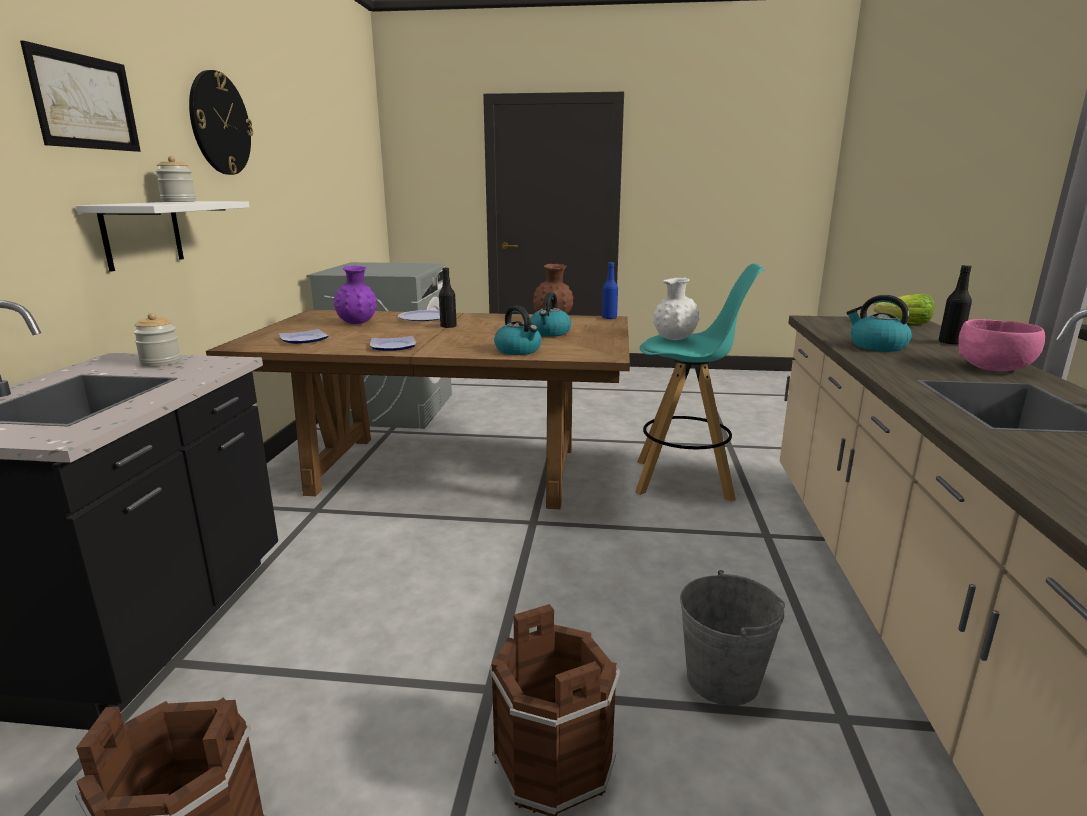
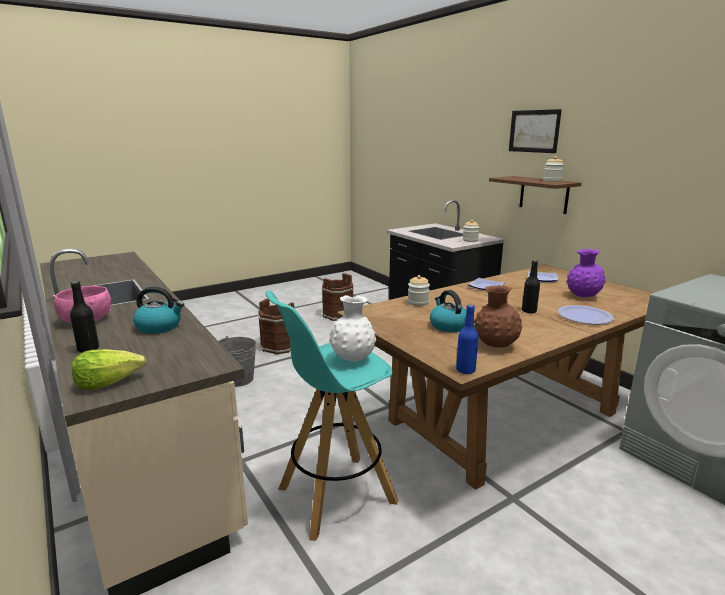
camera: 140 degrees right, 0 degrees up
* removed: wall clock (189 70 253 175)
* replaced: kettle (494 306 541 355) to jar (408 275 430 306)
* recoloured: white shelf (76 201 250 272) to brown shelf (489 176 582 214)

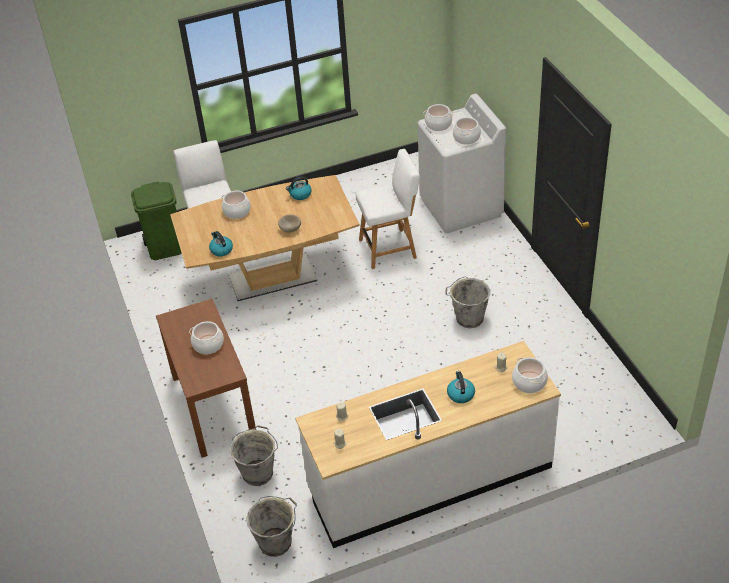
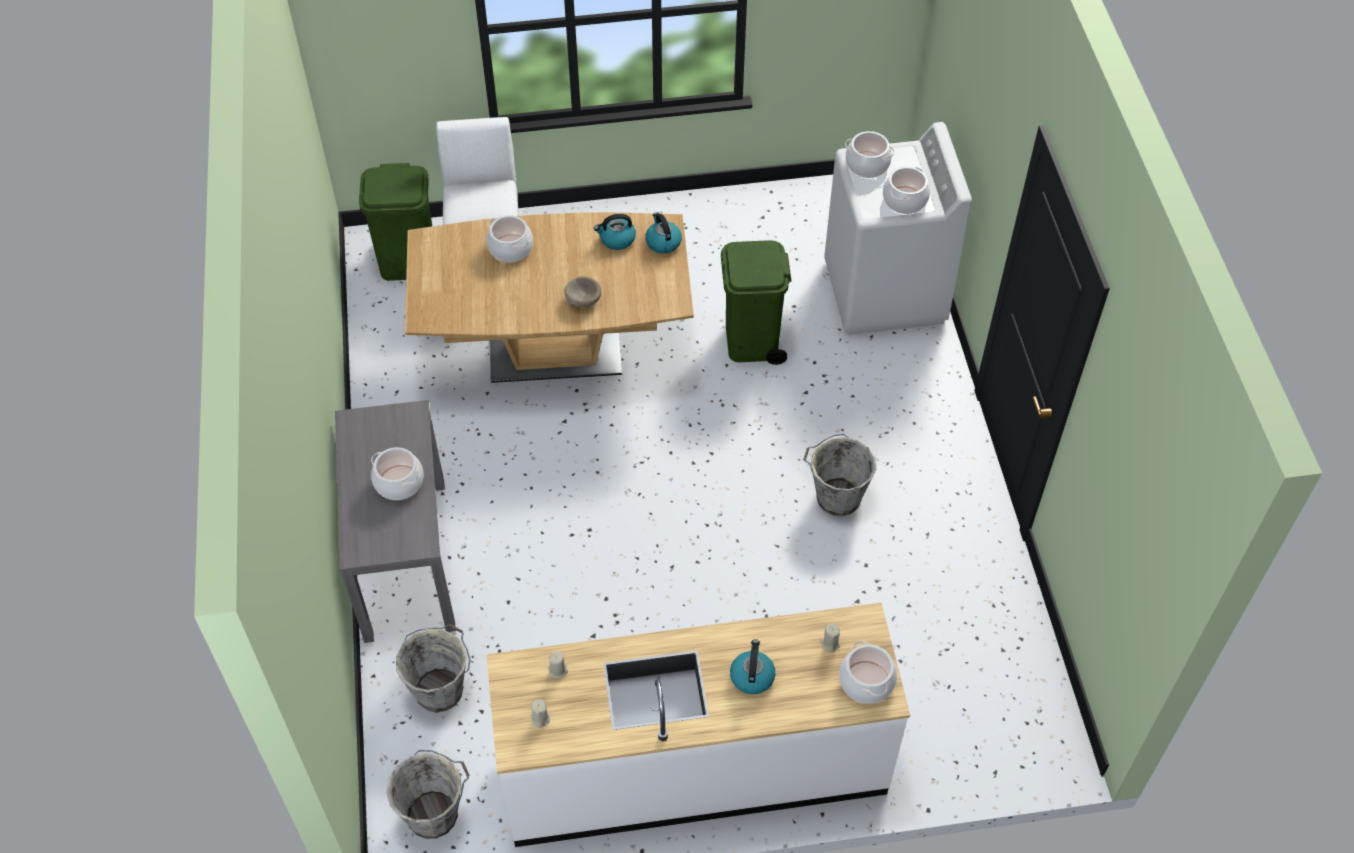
camera: 10 degrees right, 10 degrees up
* moved: kettle (209 231 233 256) to (645 212 682 254)
* replaced: white chair (356 149 420 269) to green trash can (721 240 791 365)
* recoloured: brown console table (156 299 256 458) to grey console table (335 400 456 643)

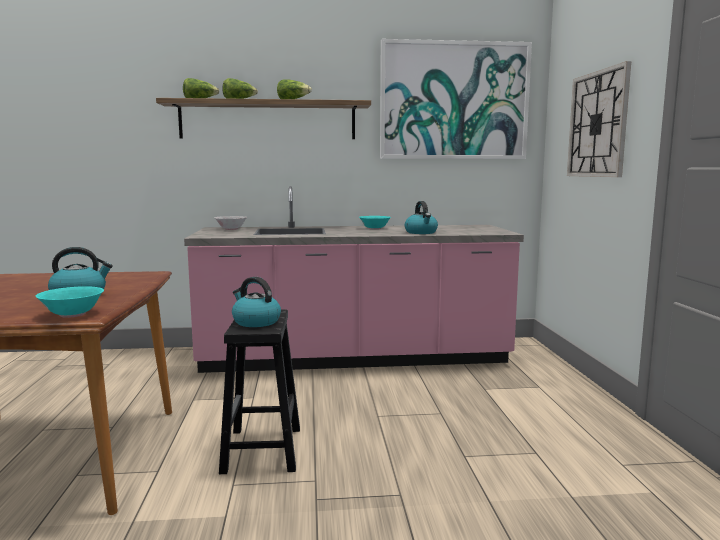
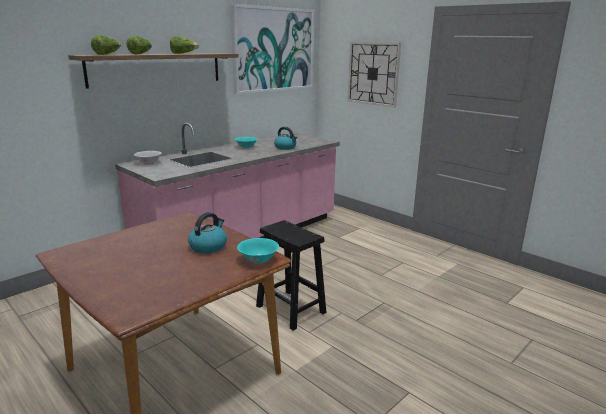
camera: 40 degrees left, 10 degrees up
* removed: kettle (232 277 281 327)

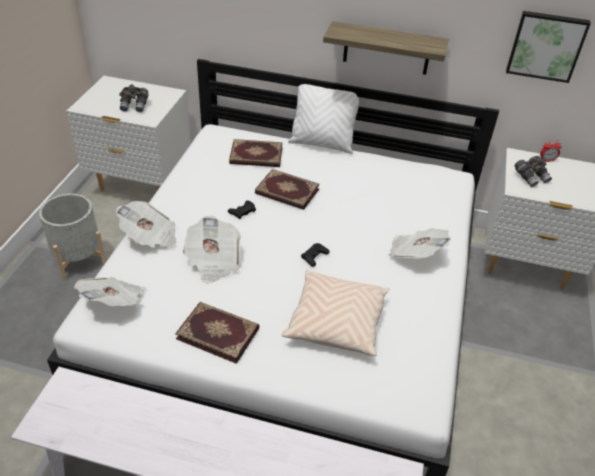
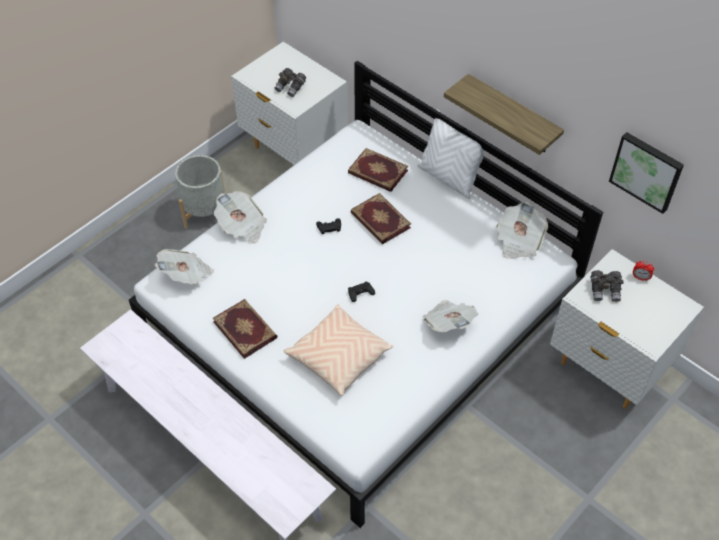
camera: 30 degrees right, 10 degrees up
* moved: newspaper (183 216 241 284) to (497 202 548 259)

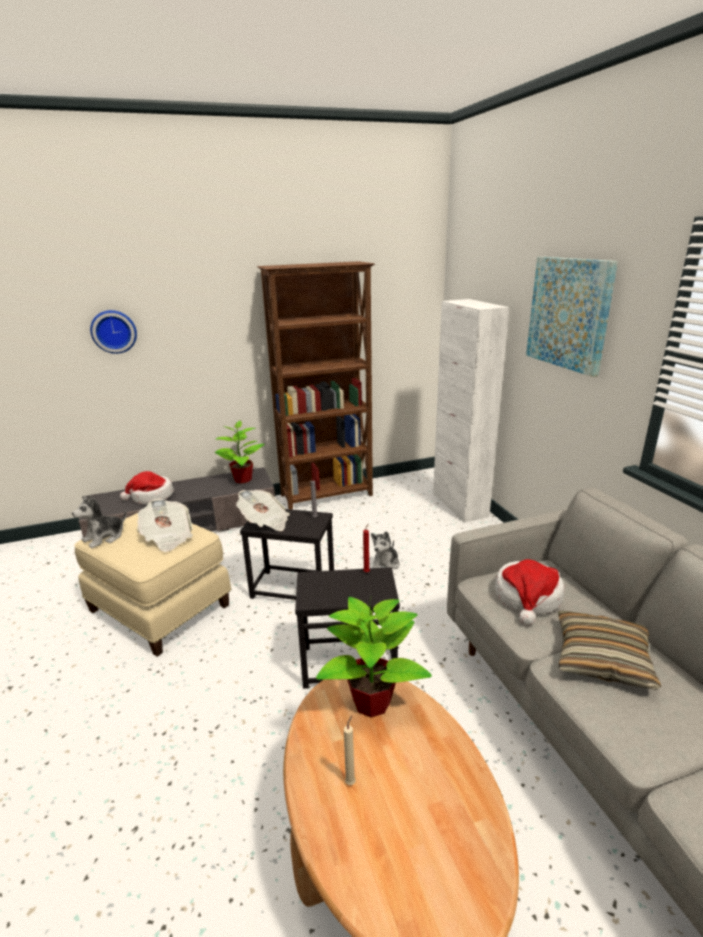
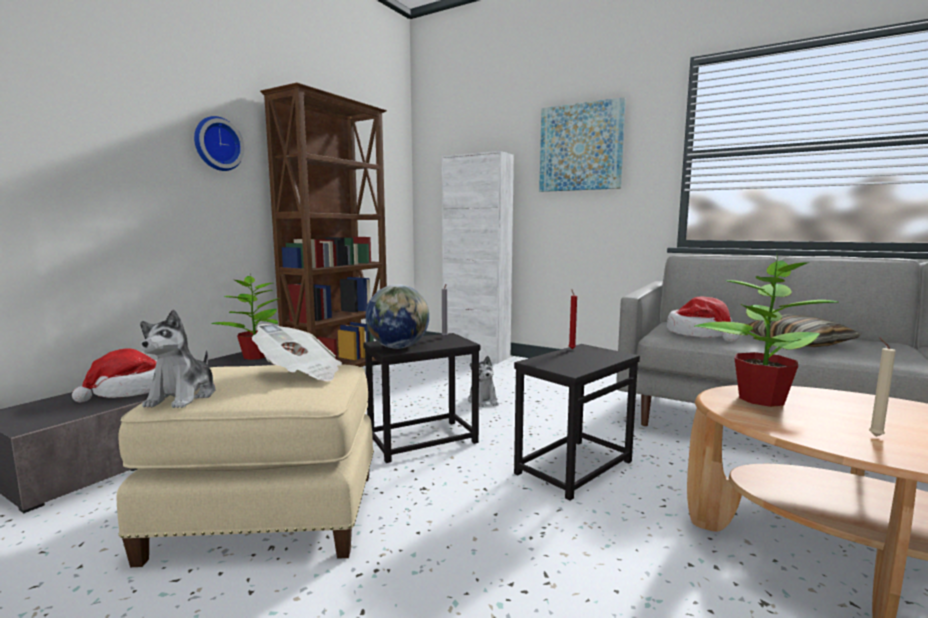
camera: 40 degrees left, 15 degrees down
* moved: wall clock (90 310 137 354) to (194 116 244 171)
* replaced: newspaper (236 490 290 531) to globe (365 284 429 349)

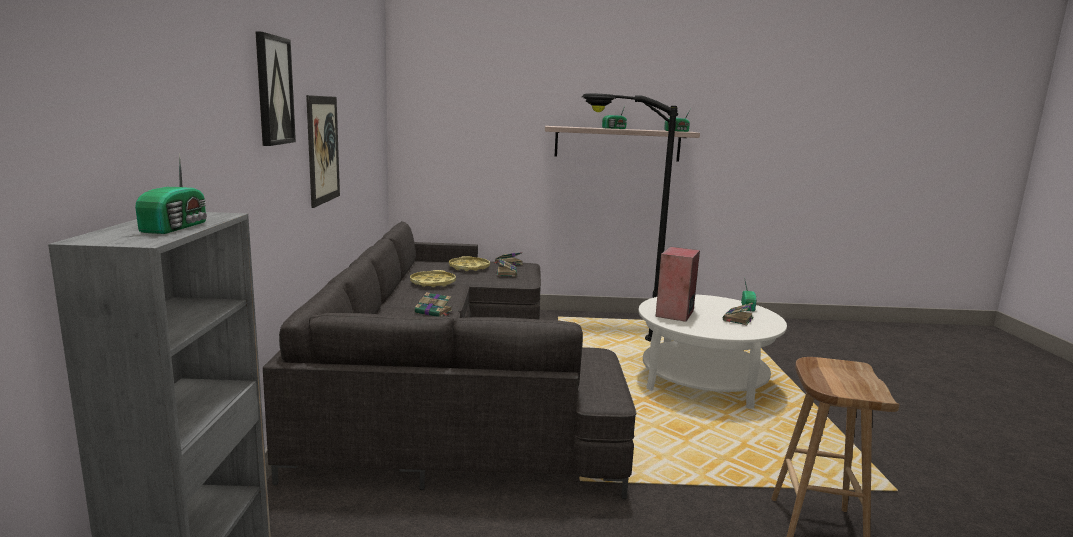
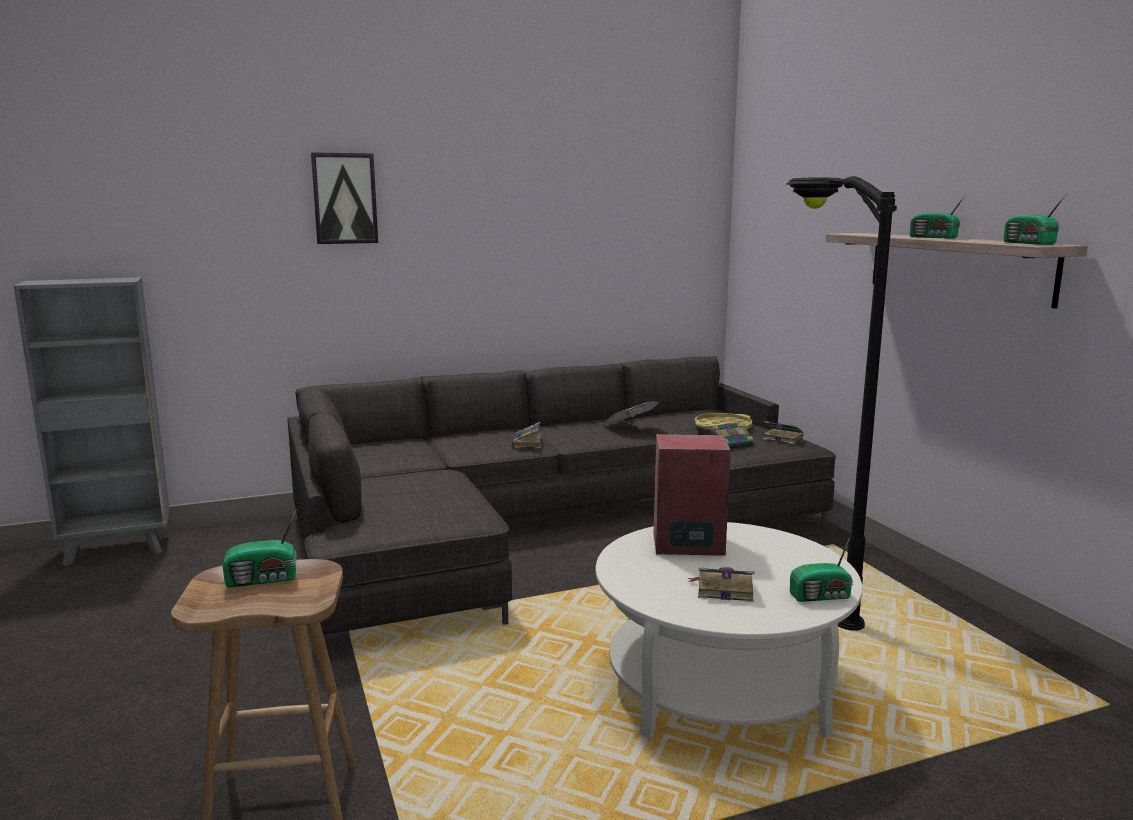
camera: 70 degrees right, 0 degrees up
* removed: picture (306 95 340 208)
* moved: radio (135 153 207 234) to (222 509 297 588)
* replaced: yellow tray (410 270 456 287) to newspaper (603 401 659 423)

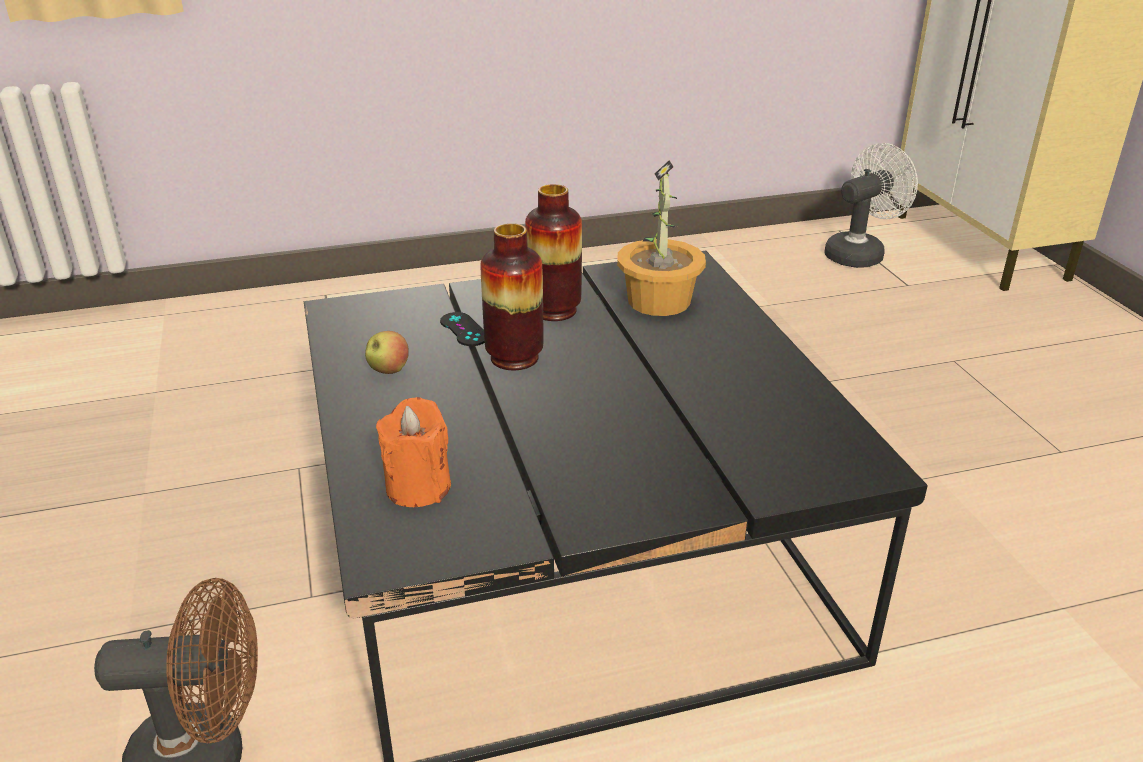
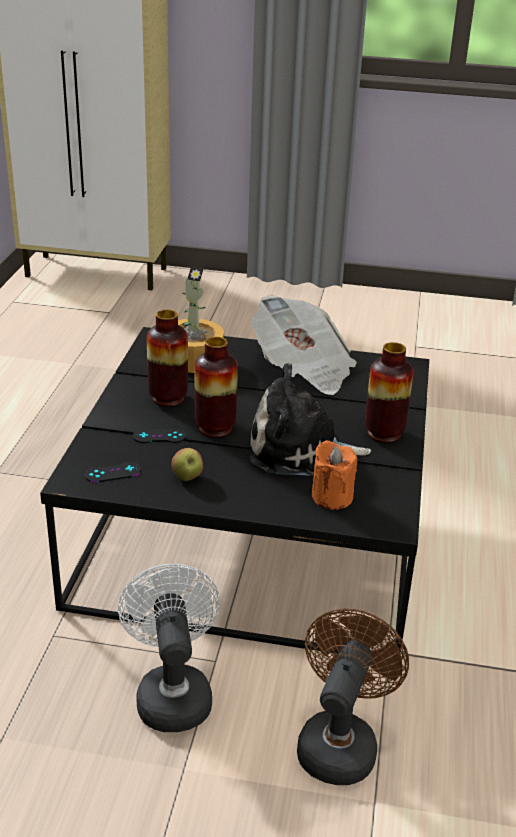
camera: 65 degrees left, 0 degrees up
* added: black game controller (85 462 141 483)
* added: plush toy (250 363 371 476)
* added: newspaper (251 295 357 395)
* added: vase (365 342 413 443)
* moved: white fan (824 143 918 268) to (118 564 220 732)

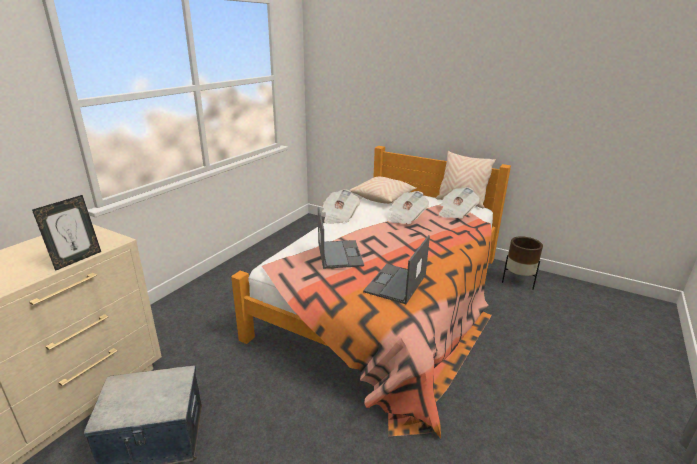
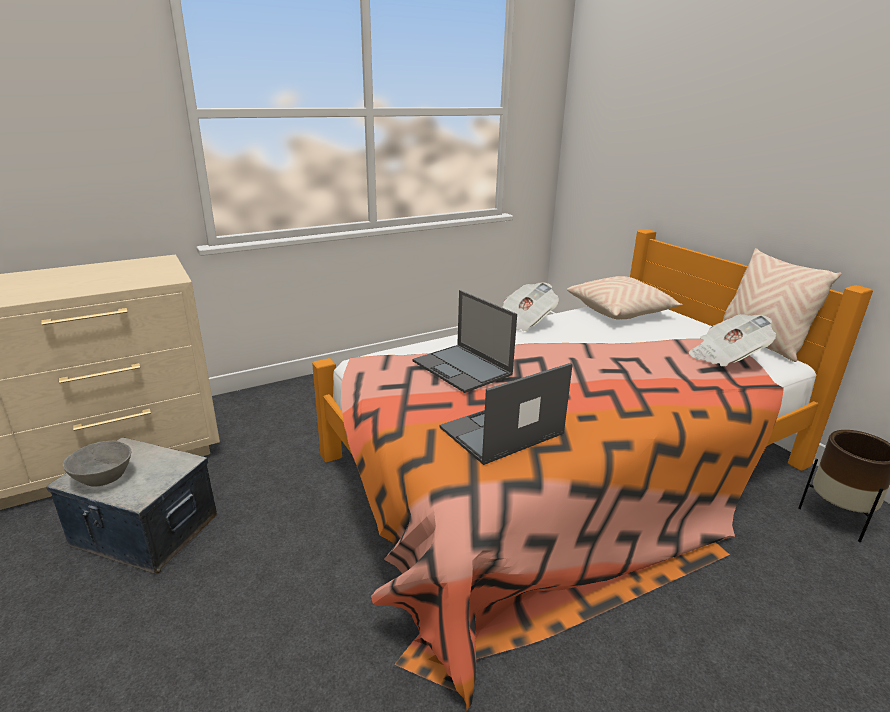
camera: 30 degrees right, 0 degrees up
* removed: picture frame (32 195 101 271)
* removed: newspaper (387 191 429 224)
* added: grey bowl (63 441 131 486)
* turned: laptop (318 207 364 269) = (412 290 517 393) 120 degrees clockwise

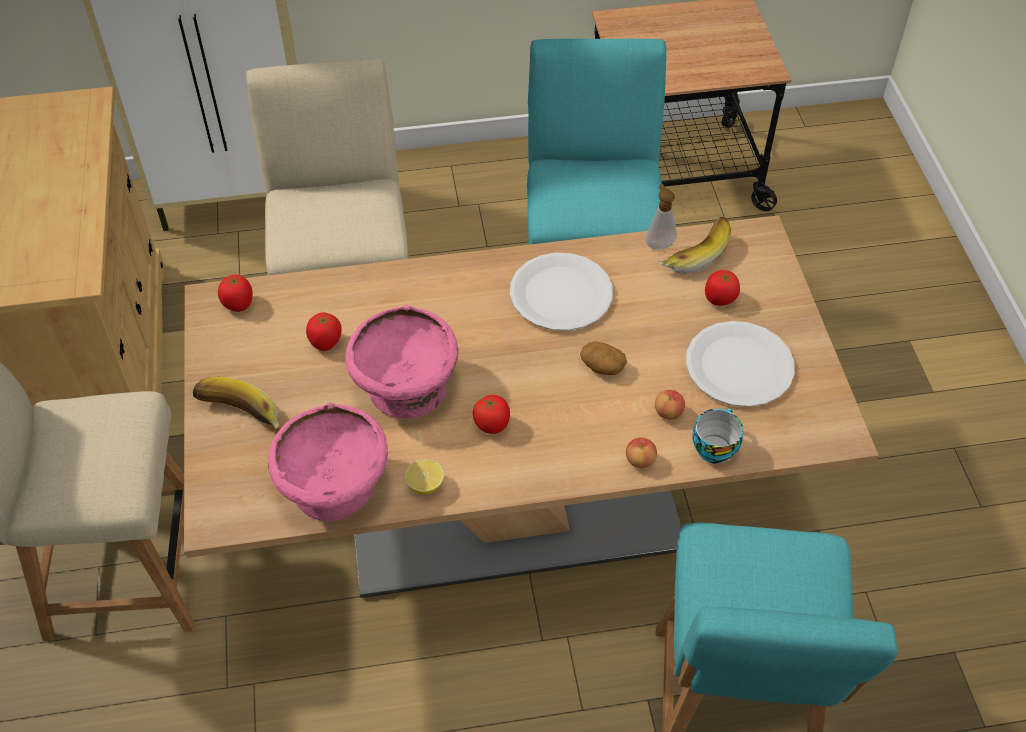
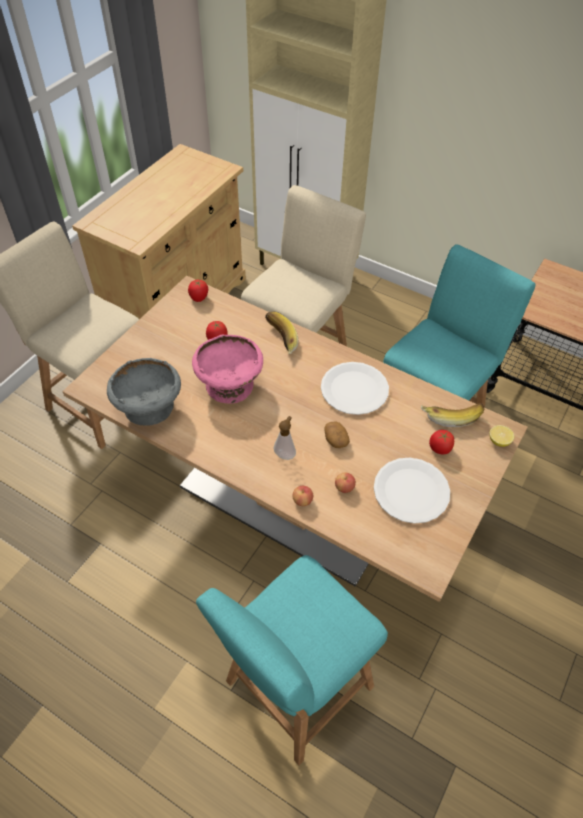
camera: 40 degrees right, 0 degrees up
* removed: tomato (473 394 510 434)
* removed: cup (692 408 743 464)
* moved: banana (193 377 280 428) to (265 312 298 354)
* moved: lemon (405 459 444 494) to (489 425 514 447)
* moved: soap dispenser (645 184 677 250) to (274 416 296 460)
* recoloured: pink bowl (268 403 388 521) to grey bowl (107 358 181 426)

